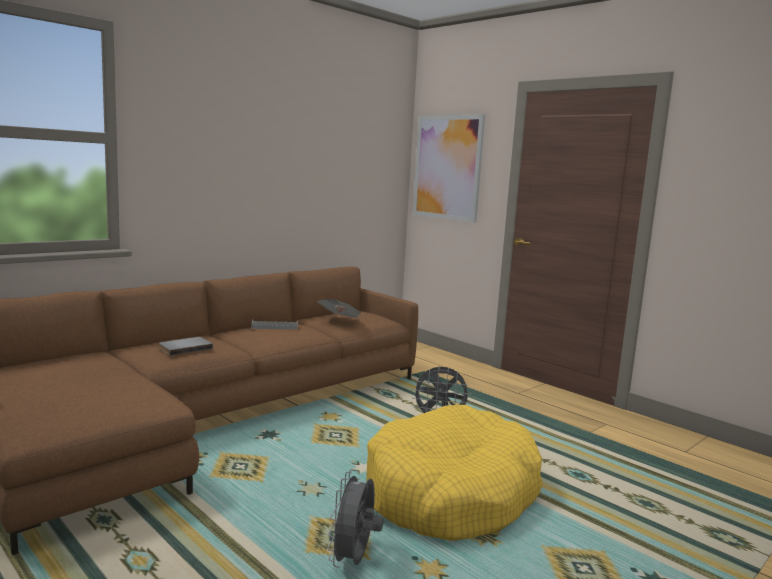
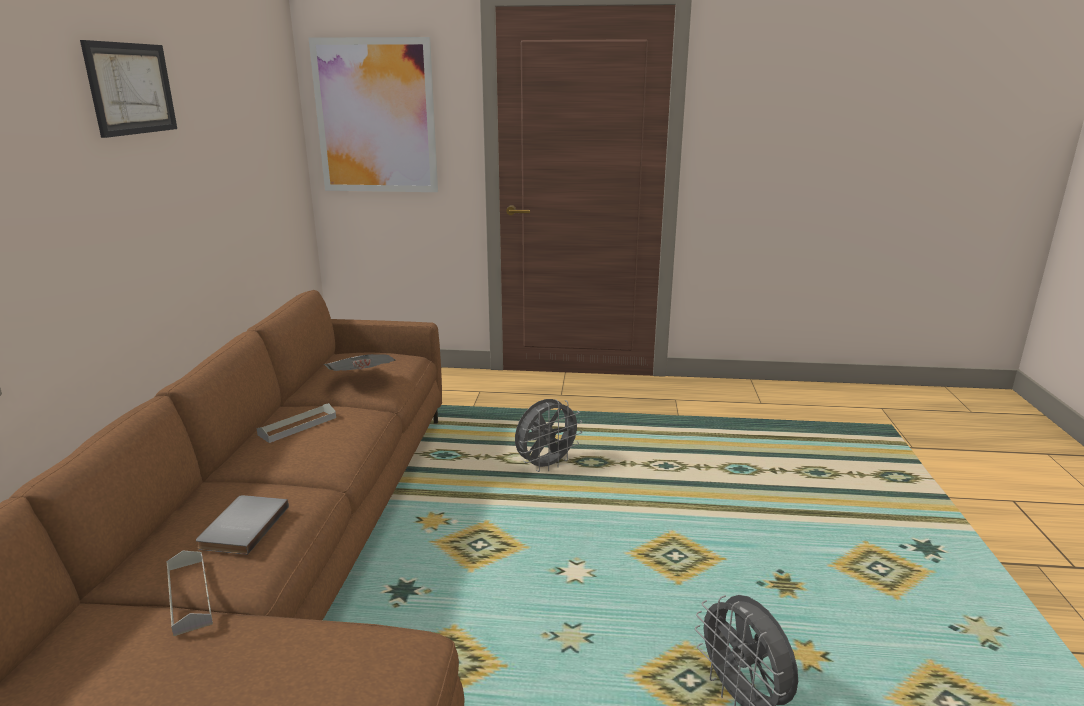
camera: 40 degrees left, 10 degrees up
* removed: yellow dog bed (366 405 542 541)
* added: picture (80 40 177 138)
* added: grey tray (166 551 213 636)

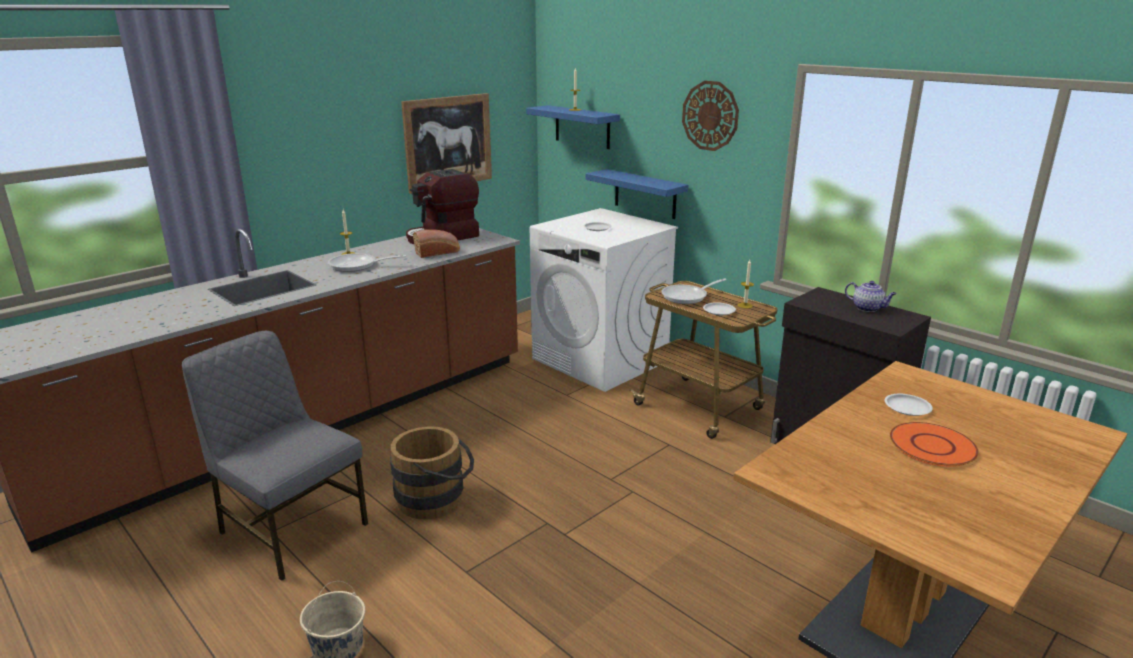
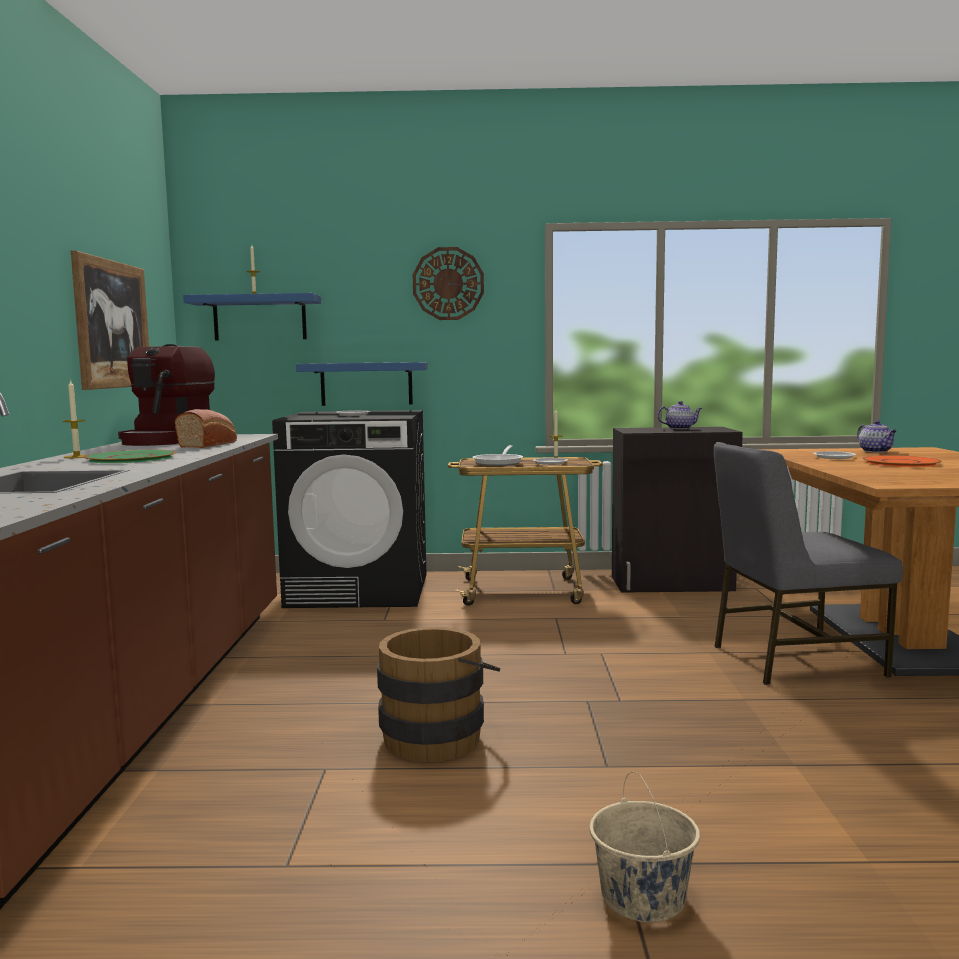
camera: 45 degrees left, 15 degrees down
* added: teapot (857 420 897 453)
* moved: grey chair (182 331 368 581) to (714 442 903 685)
* replaced: frying pan (328 253 406 272) to green plate (84 450 176 463)
* recoloured: white washing machine (530 208 678 392) to black washing machine (272 410 426 608)

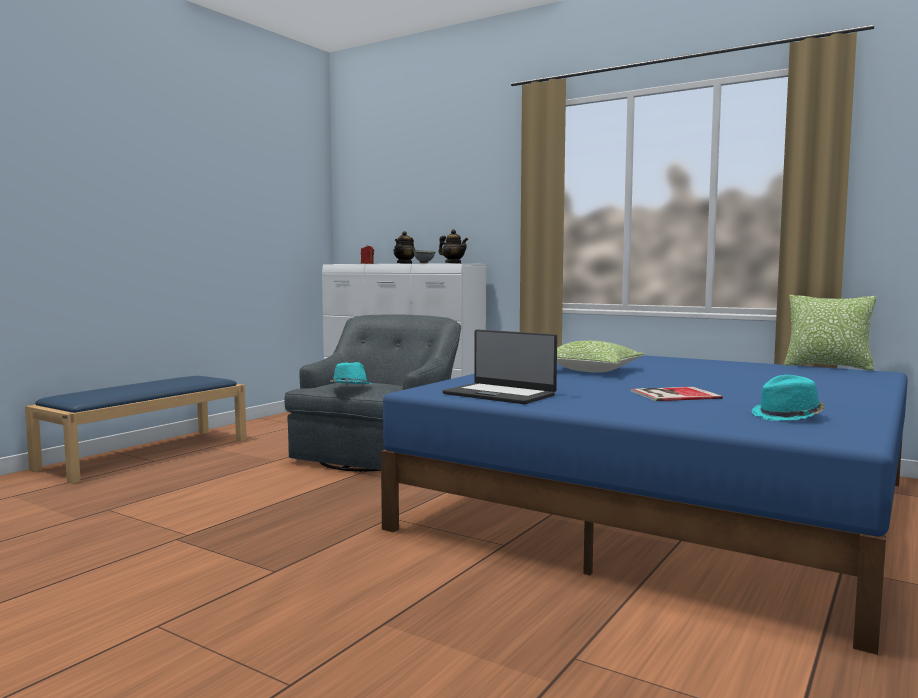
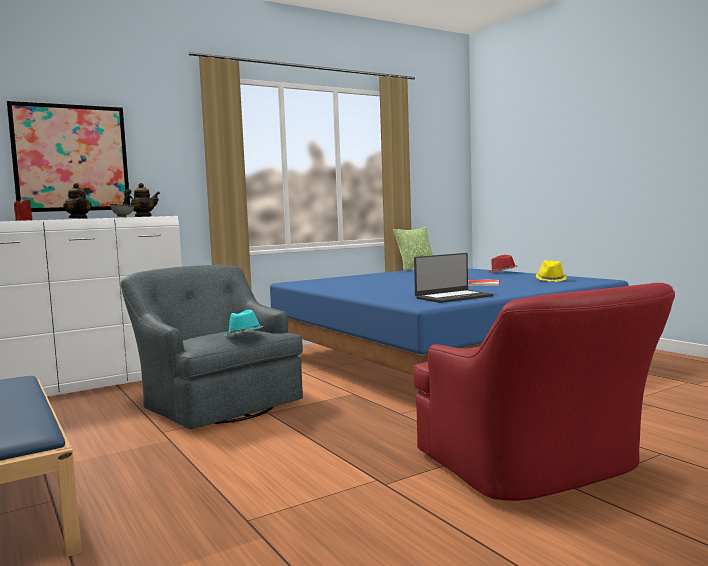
camera: 65 degrees left, 0 degrees up
* removed: pillow (557 341 644 373)
* added: picture (6 101 130 212)
* added: red armchair (413 283 675 501)
* added: red hat (488 255 517 273)
* recoloured: turquoise hat (751 375 825 421) to yellow hat (536 260 567 282)

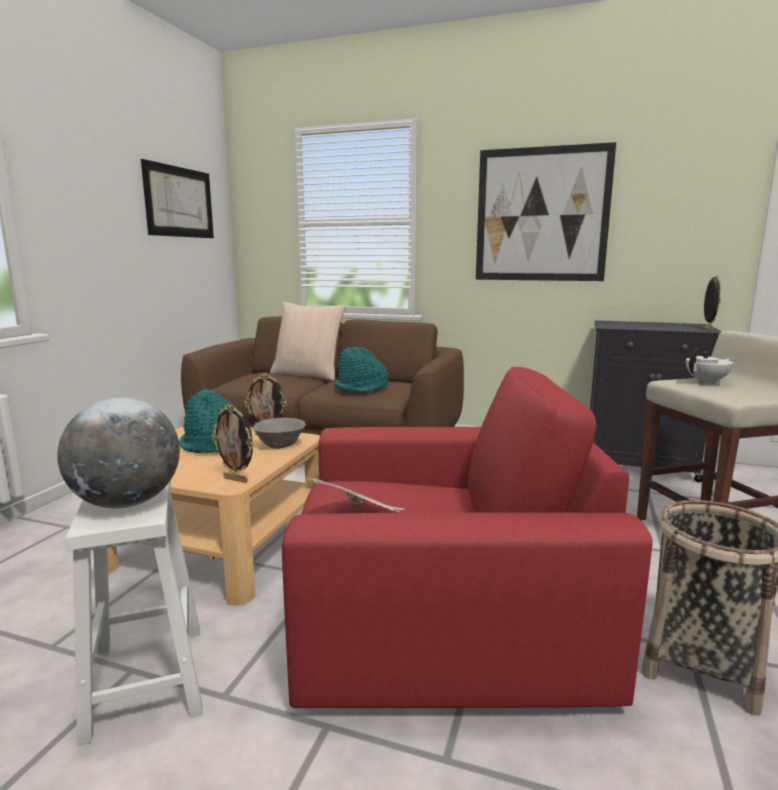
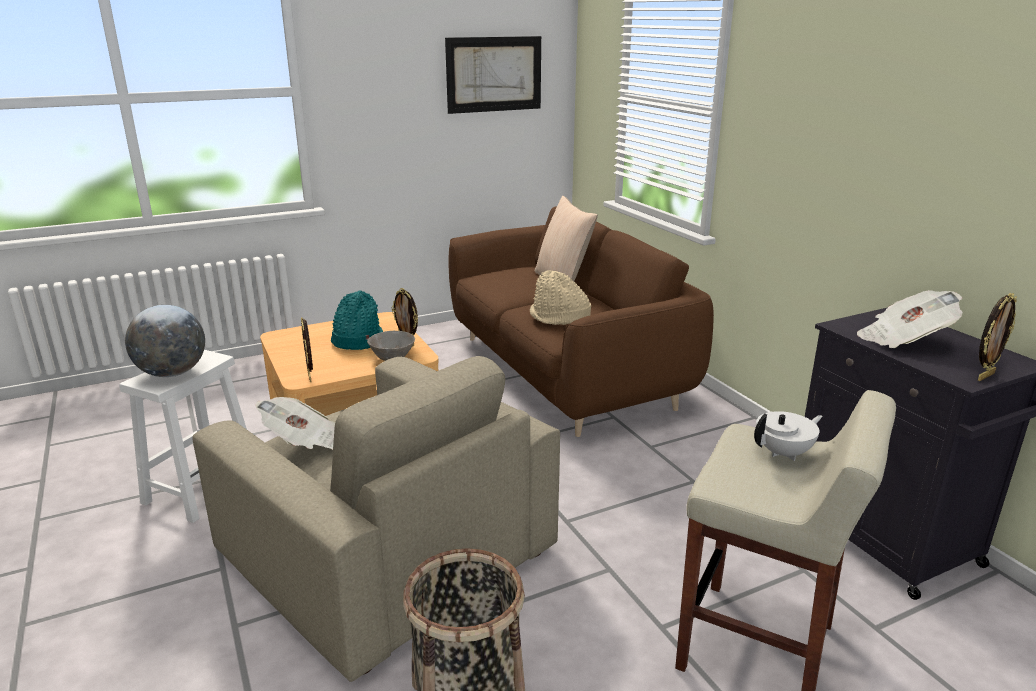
camera: 45 degrees right, 10 degrees up
* removed: picture (476 142 616 281)
* added: newspaper (857 290 963 348)
* recoloured: red armchair (282 367 653 708) to beige armchair (192 356 560 682)
* recoloured: turquoise hat (335 347 389 392) to beige hat (530 270 591 325)
* turned: white teapot (686 348 733 385) = (754 411 823 461) 45 degrees counterclockwise

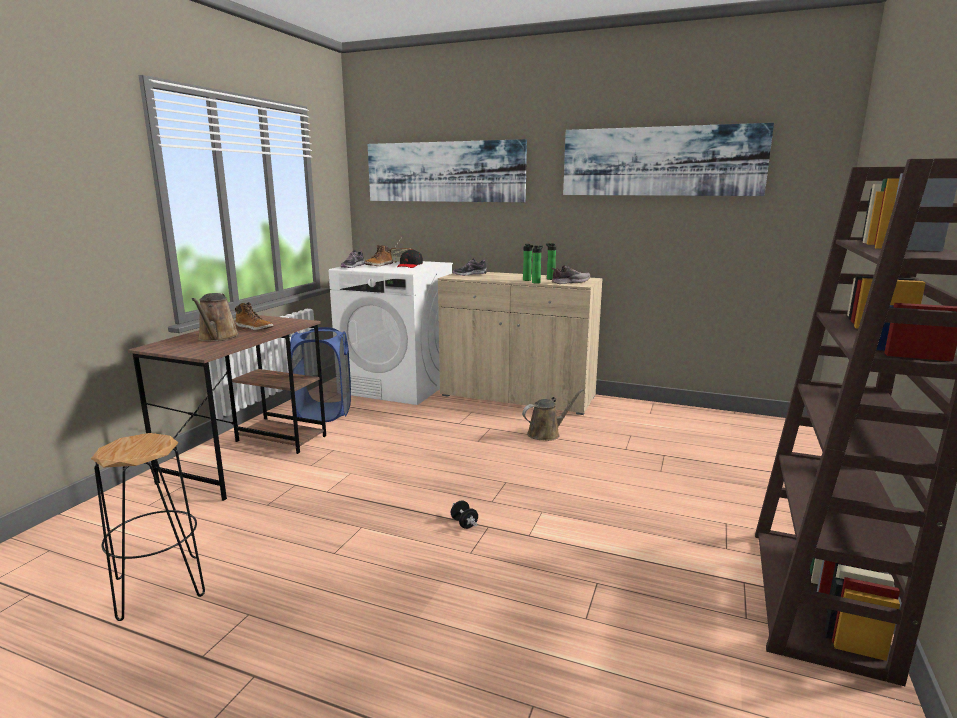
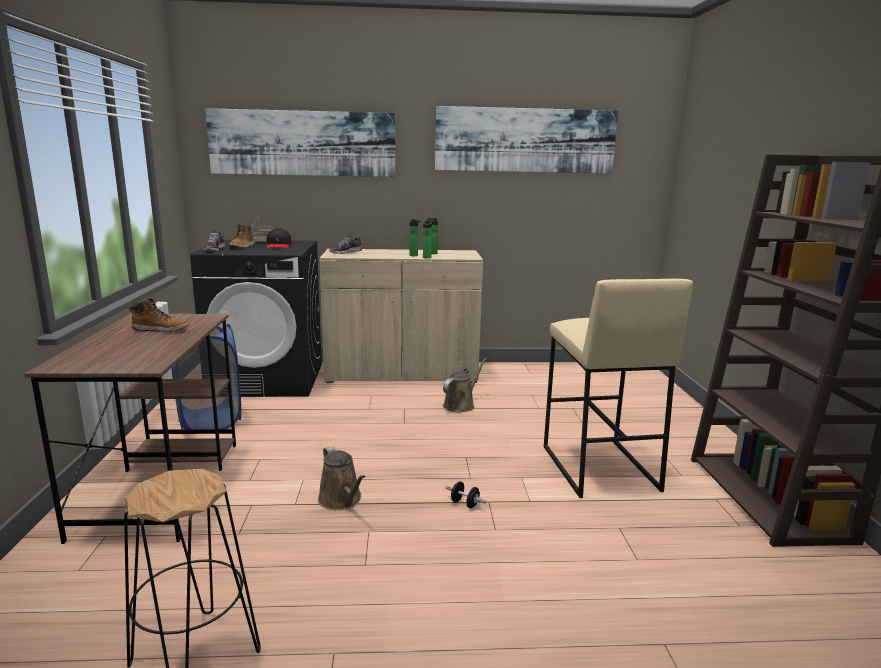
camera: 25 degrees left, 0 degrees up
* removed: shoe (552 266 591 284)
* added: beige stool (544 279 693 498)
* moved: brown watering can (192 293 239 342) to (318 446 366 510)
* recoloured: white washing machine (329 261 453 405) to black washing machine (190 240 322 397)

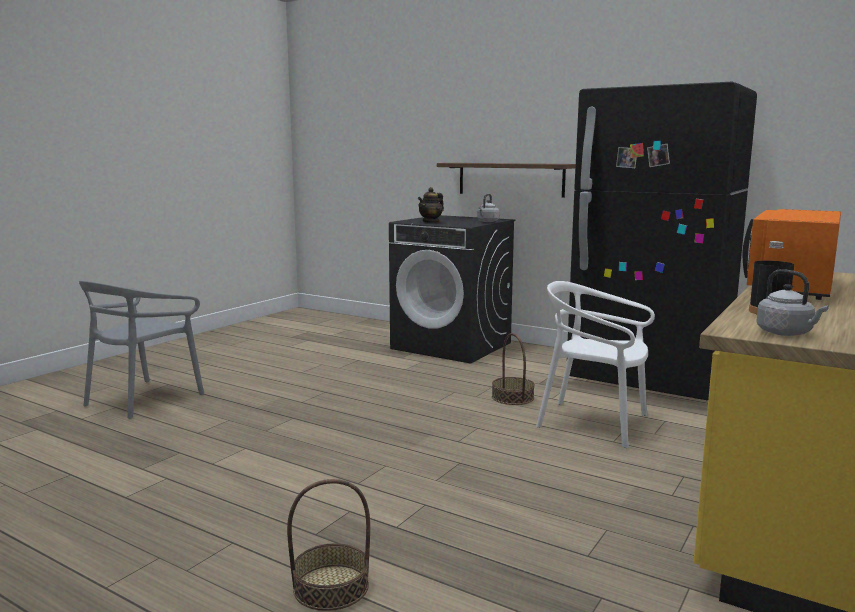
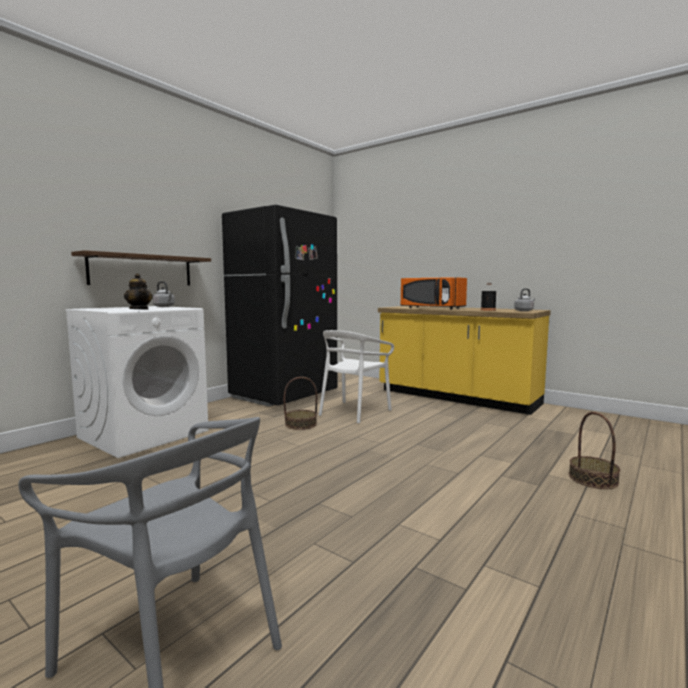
camera: 85 degrees left, 5 degrees down
* recoloured: black washing machine (389 215 515 364) to white washing machine (65 306 209 458)

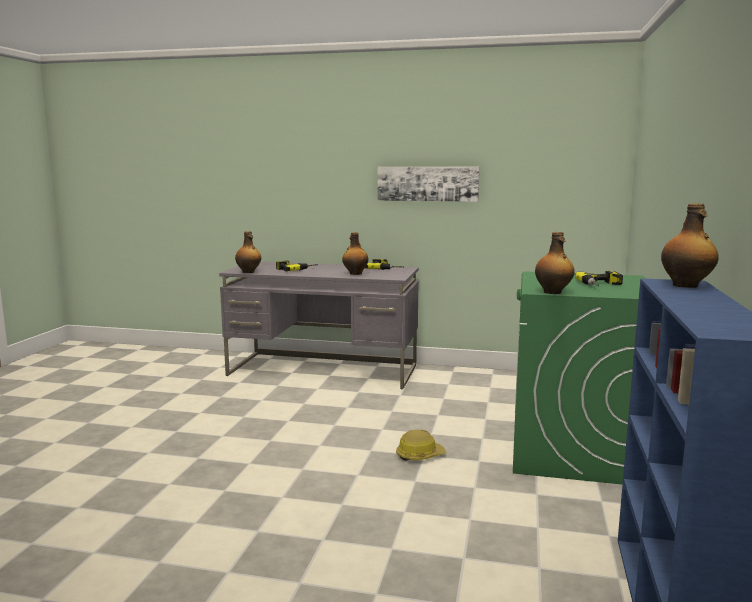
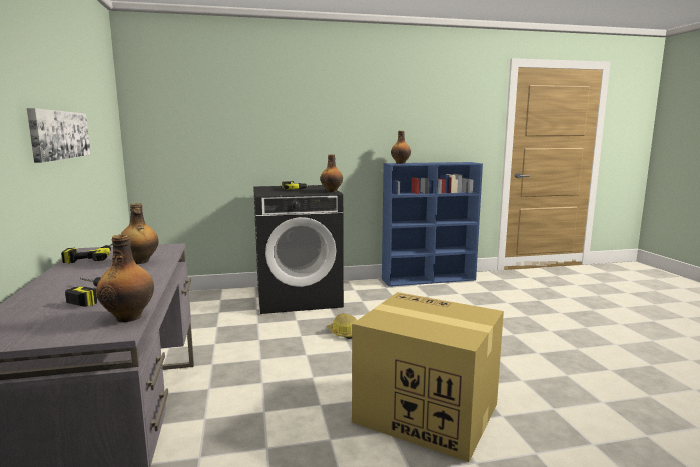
camera: 115 degrees left, 0 degrees up
* added: cardboard box (352 292 504 462)
* recoloured: green washing machine (513 271 646 485) to black washing machine (253 185 344 314)

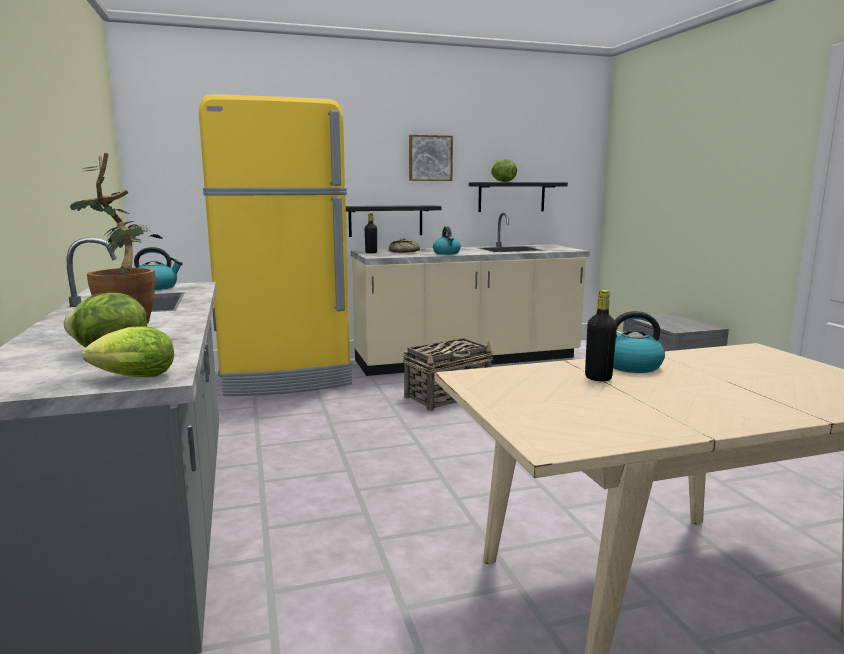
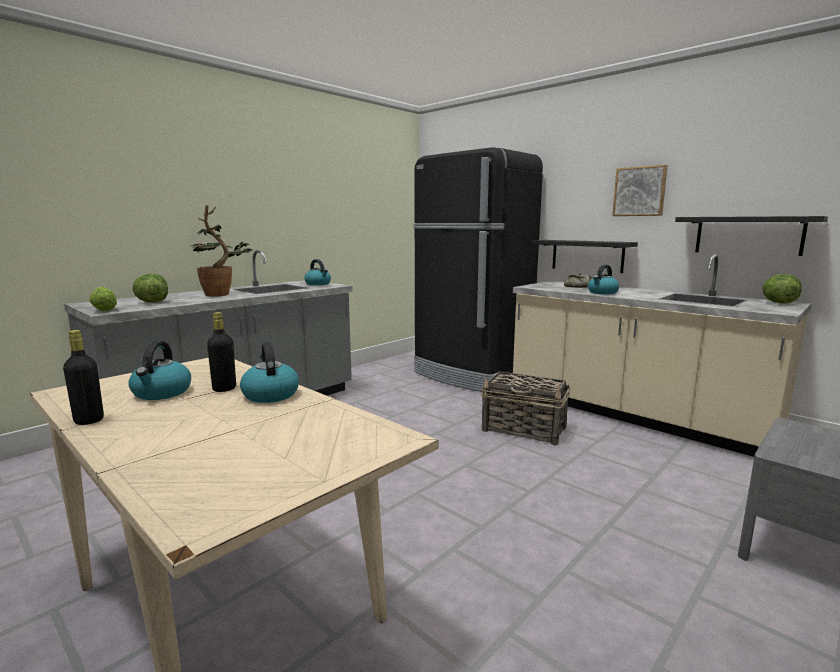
camera: 60 degrees right, 0 degrees up
* added: kettle (128 341 191 400)
* moved: black bottle (365 213 377 253) to (63 330 104 425)
* moved: lettuce (491 159 517 182) to (763 274 802 304)
* recoloured: yellow fridge (199 94 352 396) to black fridge (414 147 543 392)

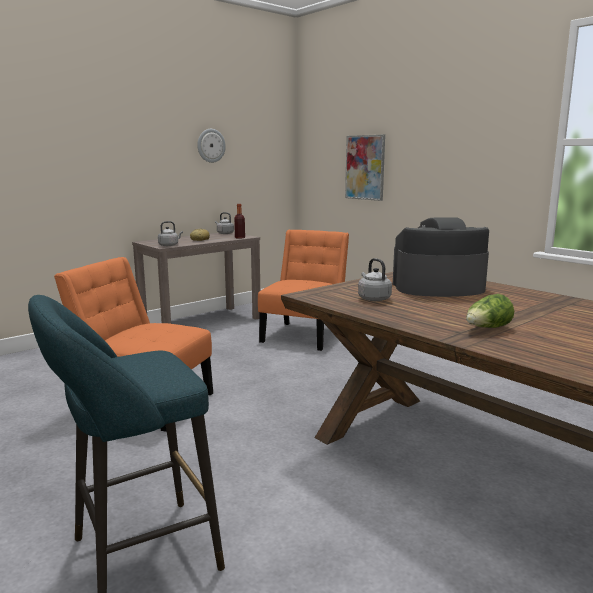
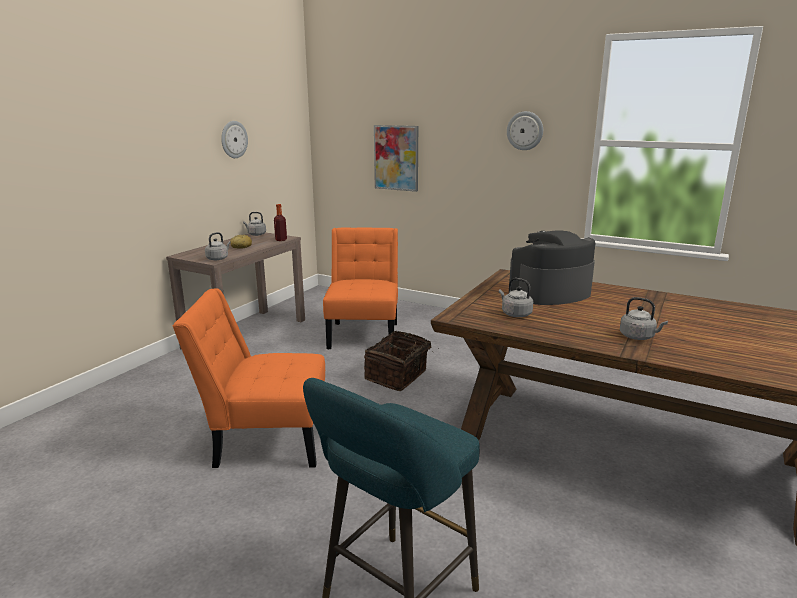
camera: 20 degrees left, 5 degrees up
* added: basket (364 331 439 391)
* added: wall clock (507 111 543 150)
* replaced: lettuce (466 294 514 328) to grey kettle (620 297 668 340)

